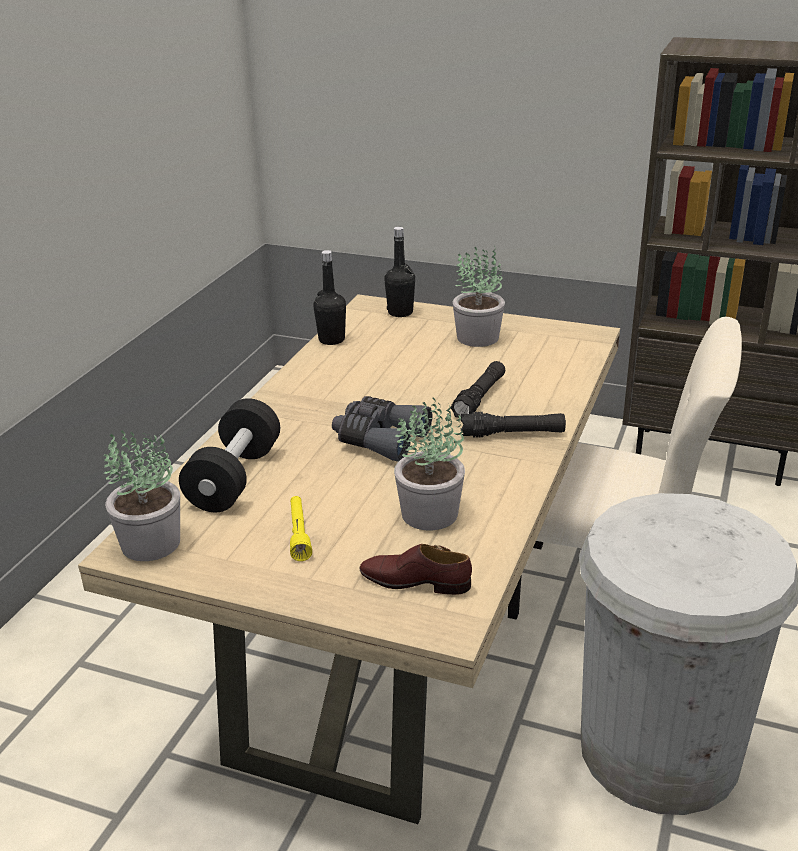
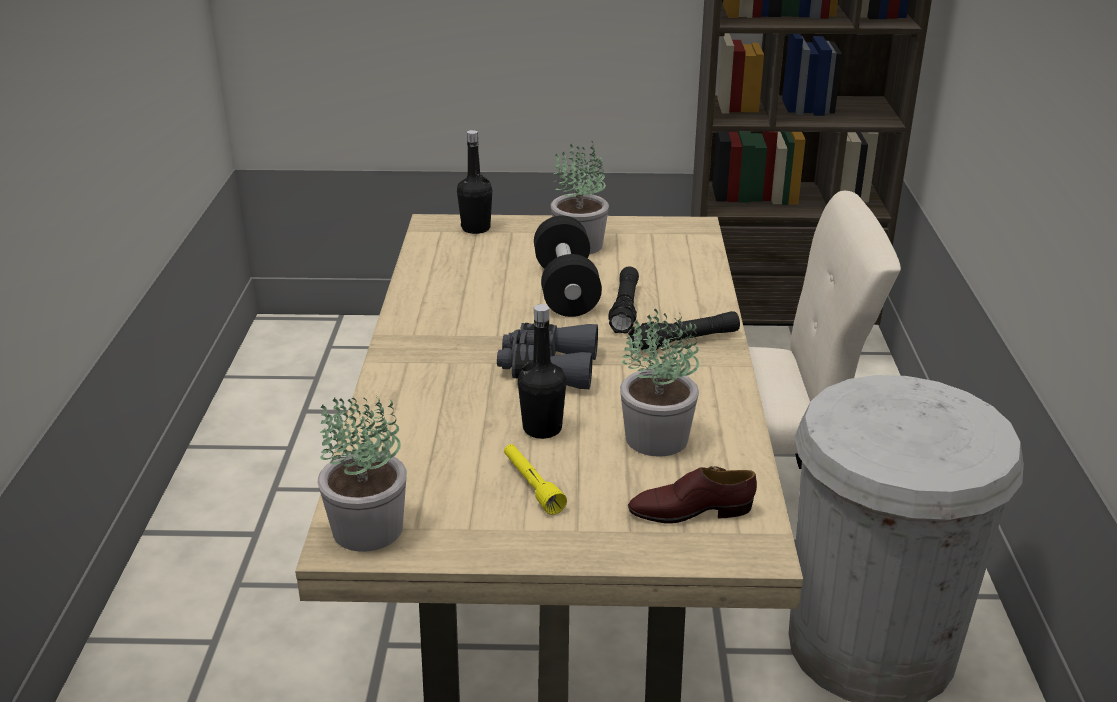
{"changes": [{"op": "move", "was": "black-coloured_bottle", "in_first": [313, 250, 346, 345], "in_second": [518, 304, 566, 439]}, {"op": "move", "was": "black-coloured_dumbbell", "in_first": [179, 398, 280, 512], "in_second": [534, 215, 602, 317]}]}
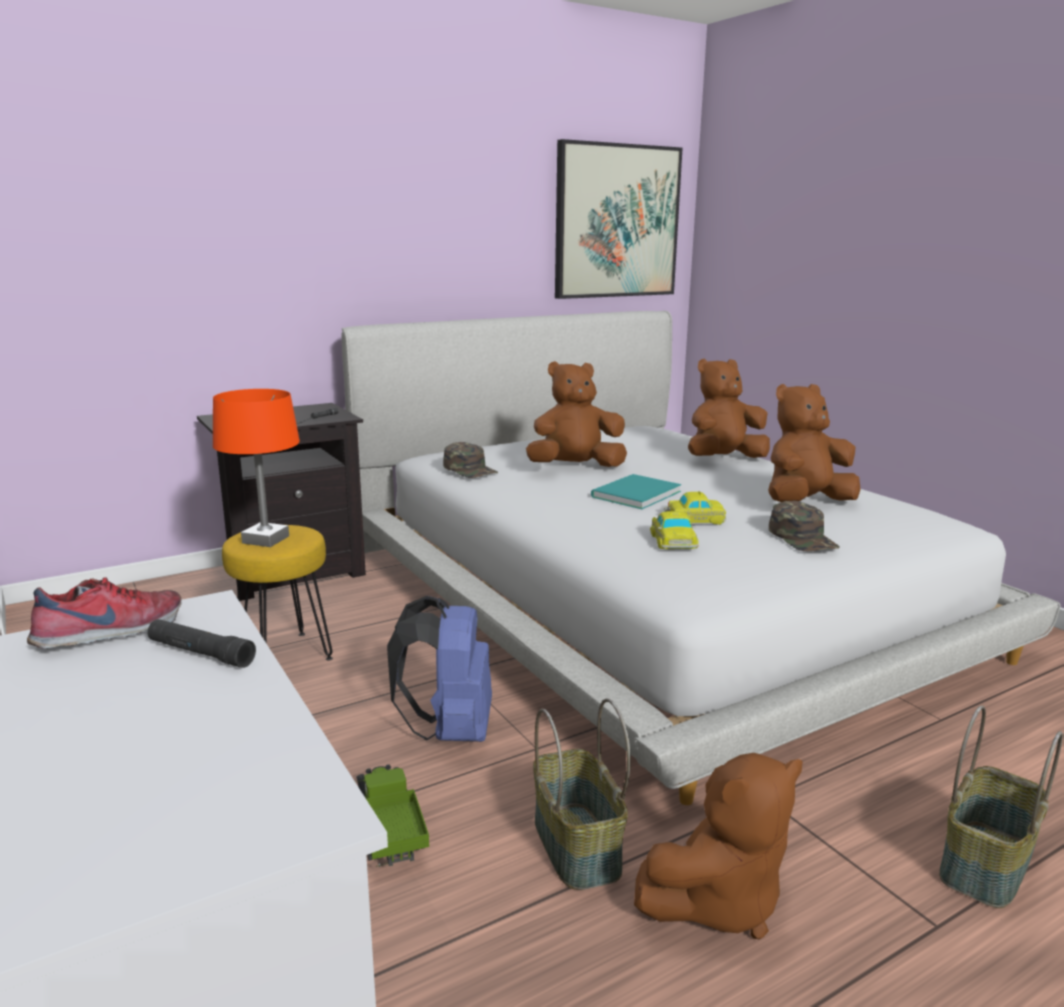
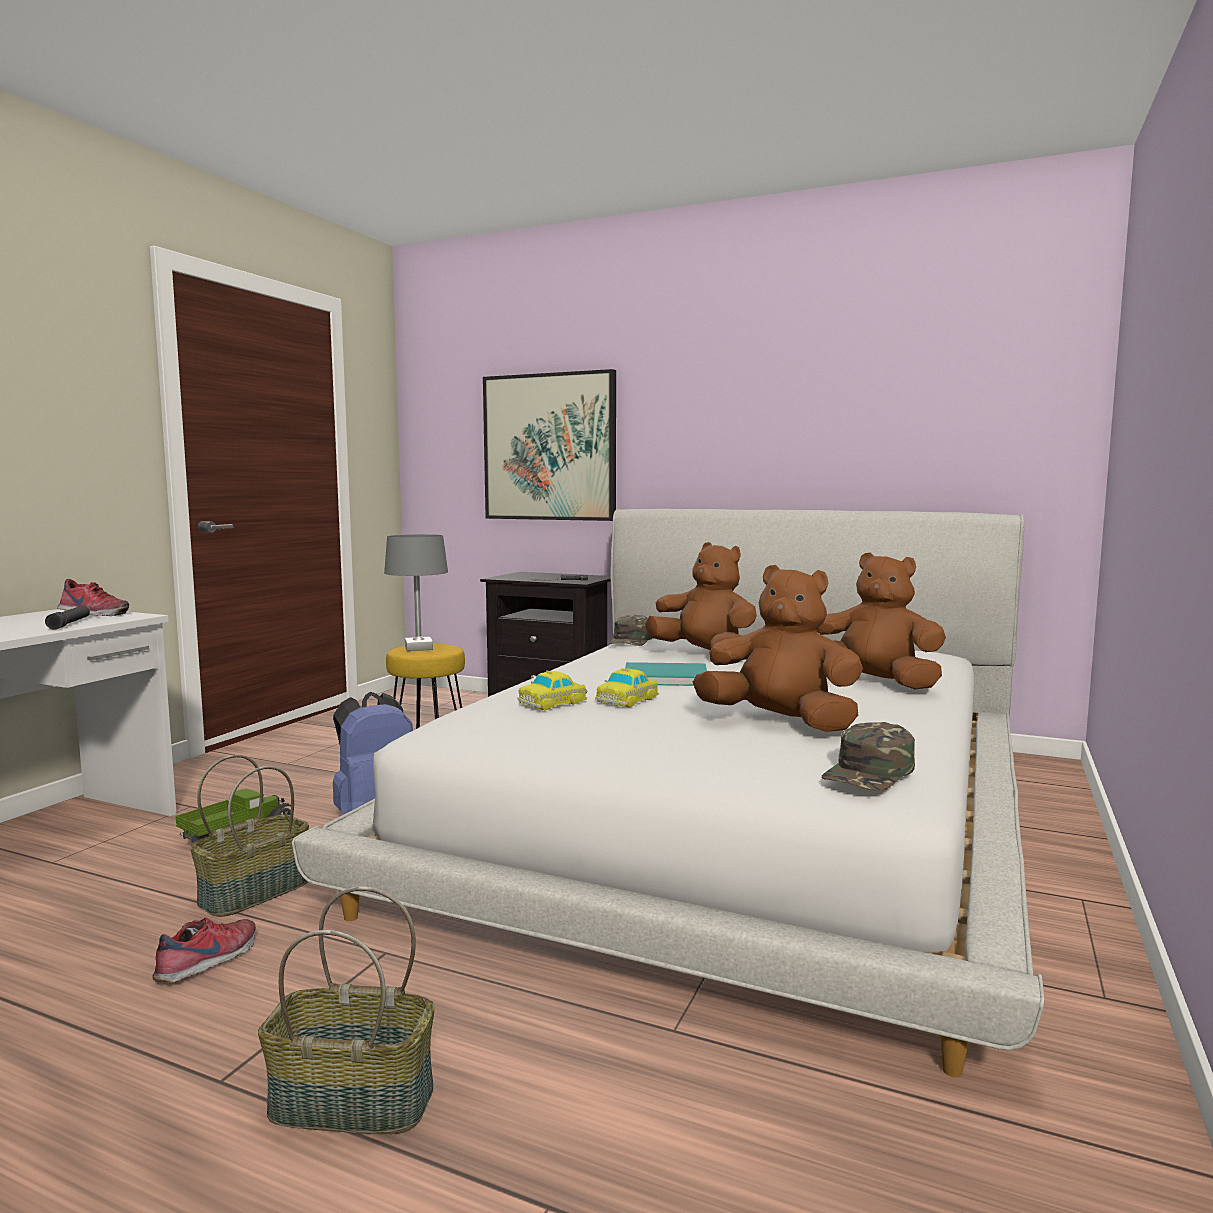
{"changes": [{"op": "move", "was": "picture", "in_first": [555, 139, 683, 299], "in_second": [483, 369, 616, 521]}, {"op": "recolor", "was": "orangey_lamp_for_a_table", "now": "gray_lamp_for_a_table", "in_first": [213, 389, 300, 547], "in_second": [384, 534, 448, 651]}, {"op": "rotate", "was": "miniature_car", "in_first": [664, 491, 726, 525], "in_second": [595, 668, 659, 707], "clockwise": 75}, {"op": "move", "was": "green-coloured_peaked_cap", "in_first": [769, 500, 840, 552], "in_second": [822, 722, 915, 791]}, {"op": "replace", "was": "brown_soft_toy", "now": "shoe", "in_first": [634, 753, 803, 940], "in_second": [152, 917, 256, 982]}]}
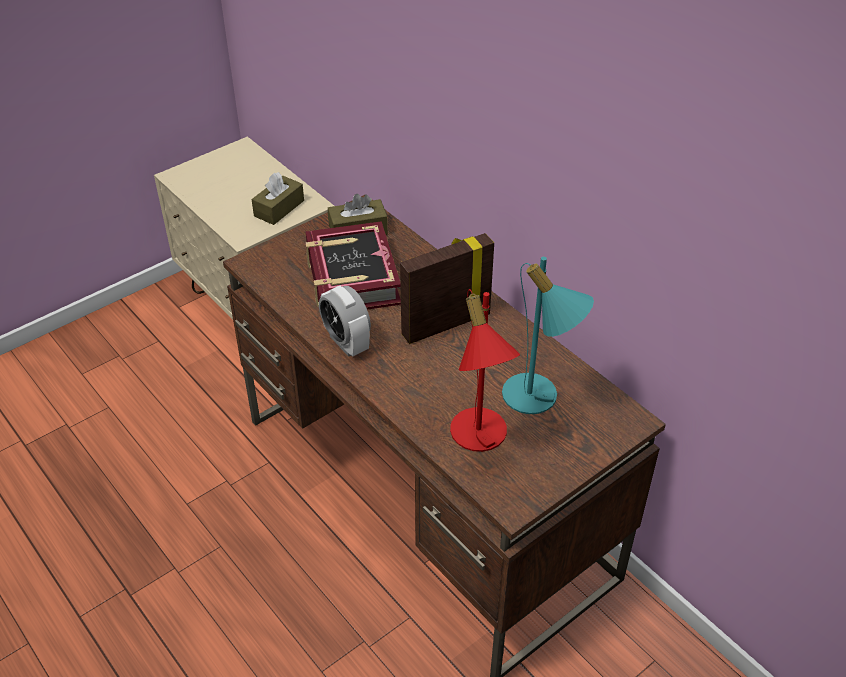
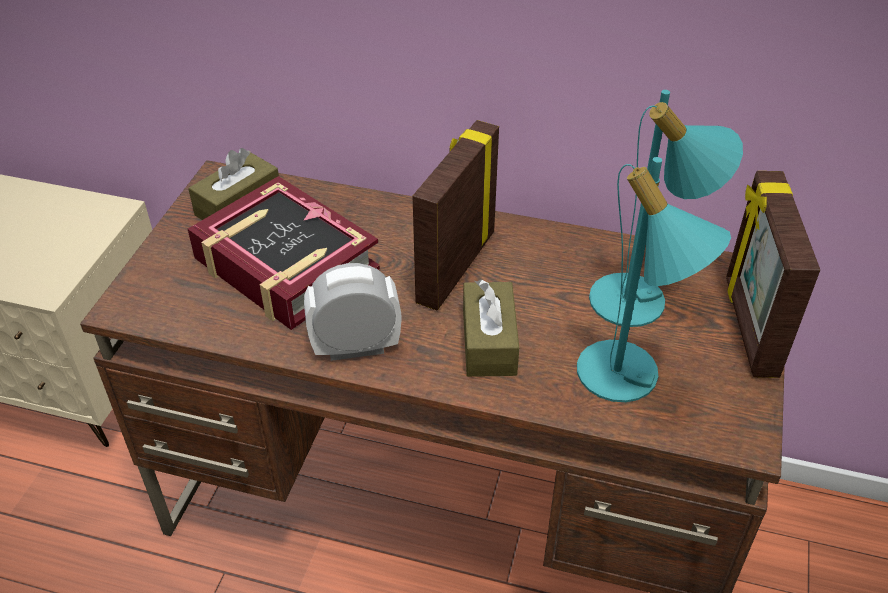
{"changes": [{"op": "move", "was": "brown_box_of_tissues", "in_first": [251, 172, 304, 225], "in_second": [463, 280, 519, 377]}, {"op": "rotate", "was": "alarm_clock", "in_first": [319, 285, 371, 357], "in_second": [304, 263, 401, 361], "clockwise": 150}, {"op": "recolor", "was": "red-coloured_lamp_for_a_table", "now": "turquoise_lamp_for_a_table", "in_first": [450, 289, 520, 452], "in_second": [577, 157, 731, 402]}, {"op": "insert", "now": "photo_frame", "in_second": [726, 171, 820, 378]}]}
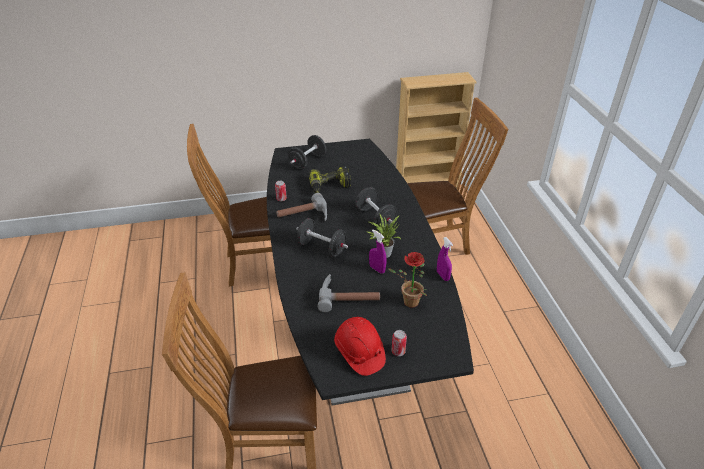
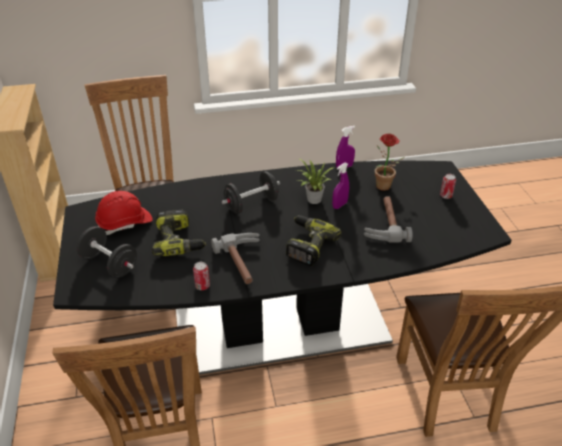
{"changes": [{"op": "replace", "was": "black-coloured_dumbbell", "now": "drill", "in_first": [296, 218, 348, 257], "in_second": [286, 215, 341, 266]}, {"op": "move", "was": "red-coloured_hard_hat", "in_first": [334, 317, 386, 376], "in_second": [95, 191, 153, 235]}]}
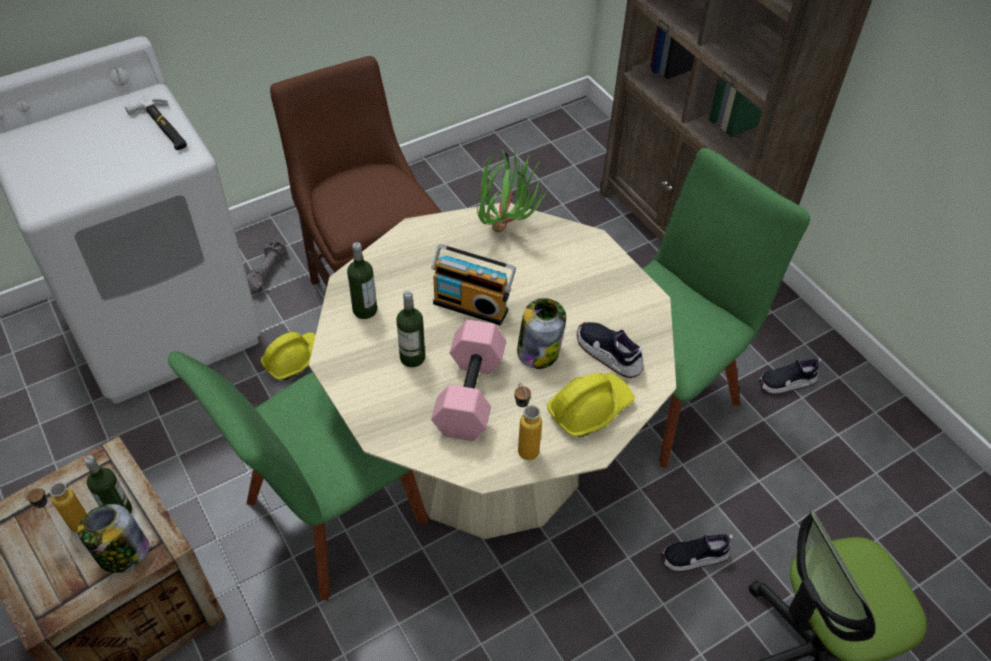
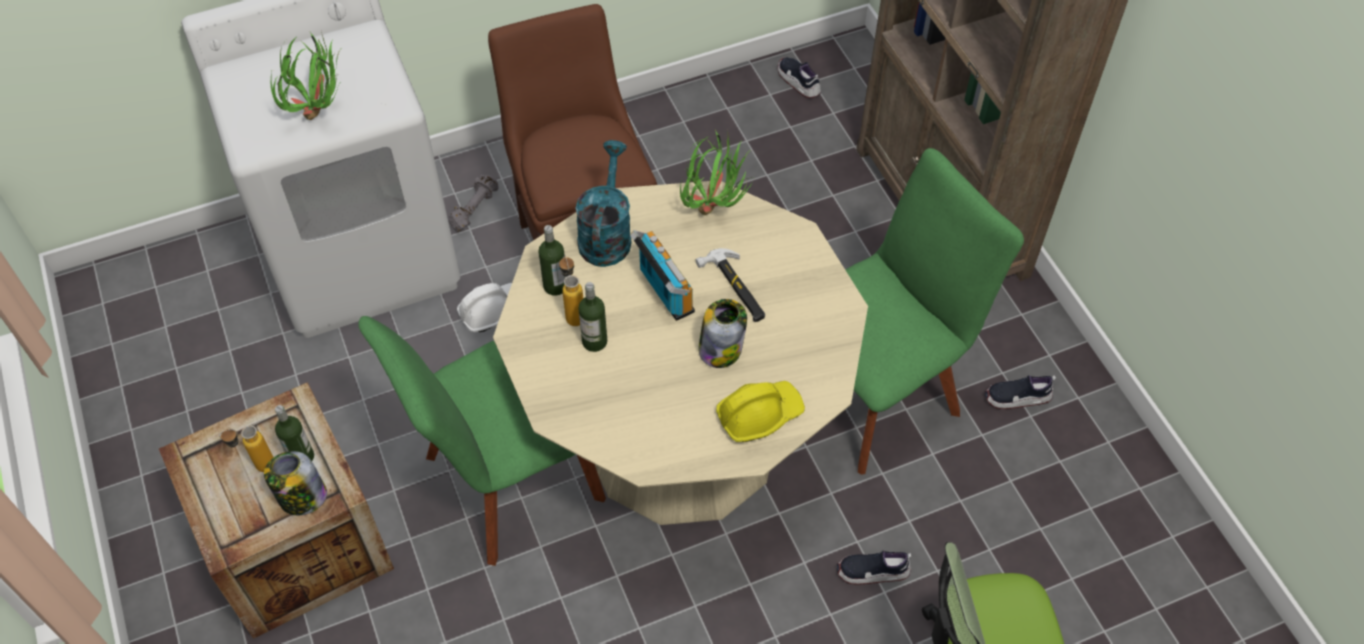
{"changes": [{"op": "move", "was": "tool_hammer", "in_first": [125, 97, 187, 150], "in_second": [695, 248, 765, 322]}, {"op": "rotate", "was": "radio_set", "in_first": [431, 244, 516, 325], "in_second": [630, 230, 695, 321], "clockwise": -150}, {"op": "delete", "was": "pink_dumbbell", "in_first": [431, 320, 506, 441]}, {"op": "move", "was": "shoe", "in_first": [577, 322, 644, 378], "in_second": [778, 57, 821, 98]}, {"op": "recolor", "was": "yellow_hard_hat", "now": "white_hard_hat", "in_first": [261, 332, 316, 380], "in_second": [457, 283, 512, 332]}, {"op": "move", "was": "bottle", "in_first": [515, 383, 542, 460], "in_second": [559, 254, 583, 326]}, {"op": "insert", "now": "houseplant", "in_second": [271, 32, 342, 120]}, {"op": "insert", "now": "turquoise_watering_pot", "in_second": [575, 140, 632, 267]}]}
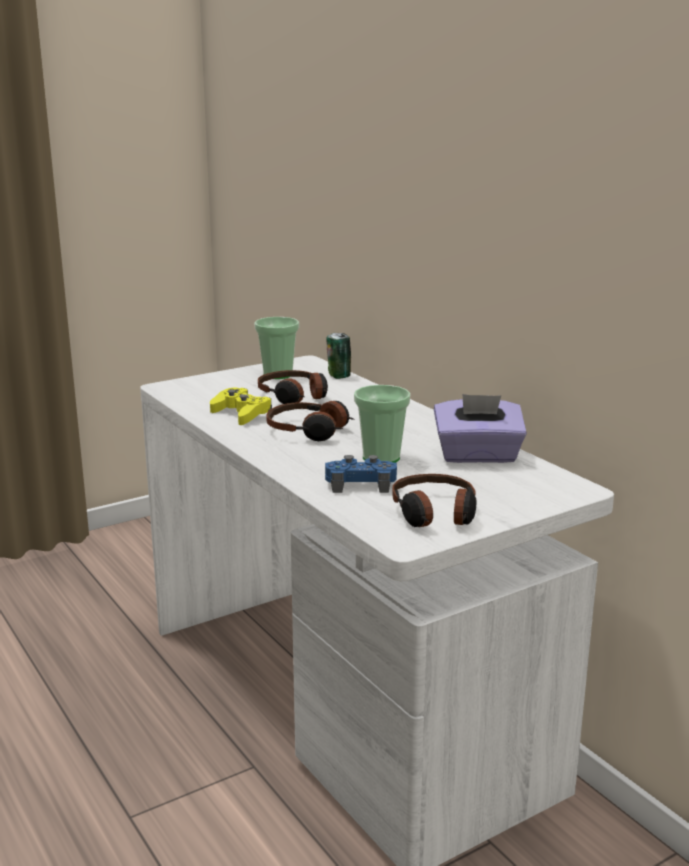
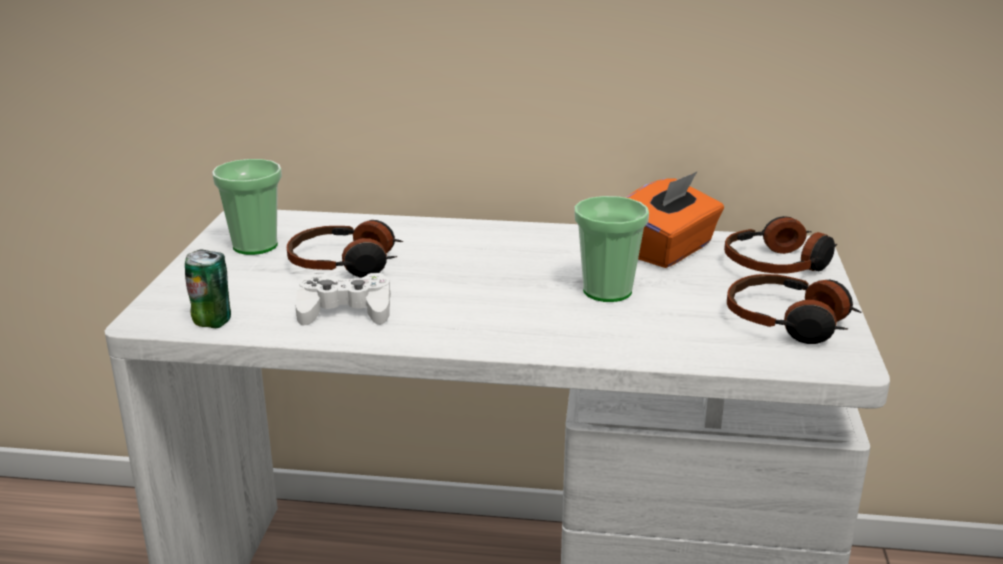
{"changes": [{"op": "move", "was": "can", "in_first": [326, 333, 351, 379], "in_second": [185, 250, 231, 328]}, {"op": "recolor", "was": "yellow_joypad", "now": "white_joypad", "in_first": [210, 388, 272, 425], "in_second": [295, 273, 391, 325]}, {"op": "recolor", "was": "purple_box_of_tissues", "now": "orangey_box_of_tissues", "in_first": [434, 394, 527, 463], "in_second": [625, 171, 724, 268]}, {"op": "move", "was": "headset", "in_first": [266, 401, 354, 441], "in_second": [724, 216, 837, 274]}, {"op": "delete", "was": "blue-coloured_joypad", "in_first": [325, 455, 397, 493]}]}
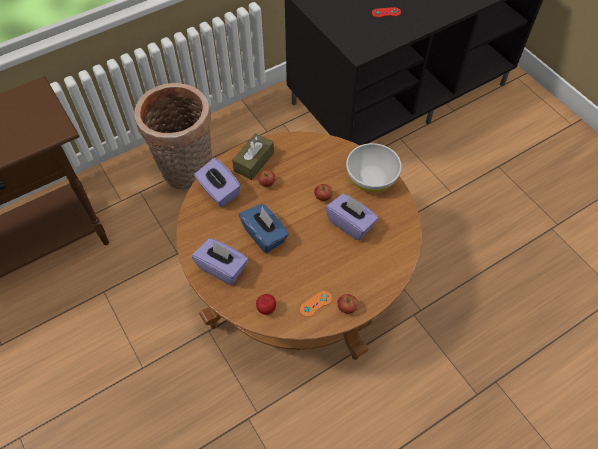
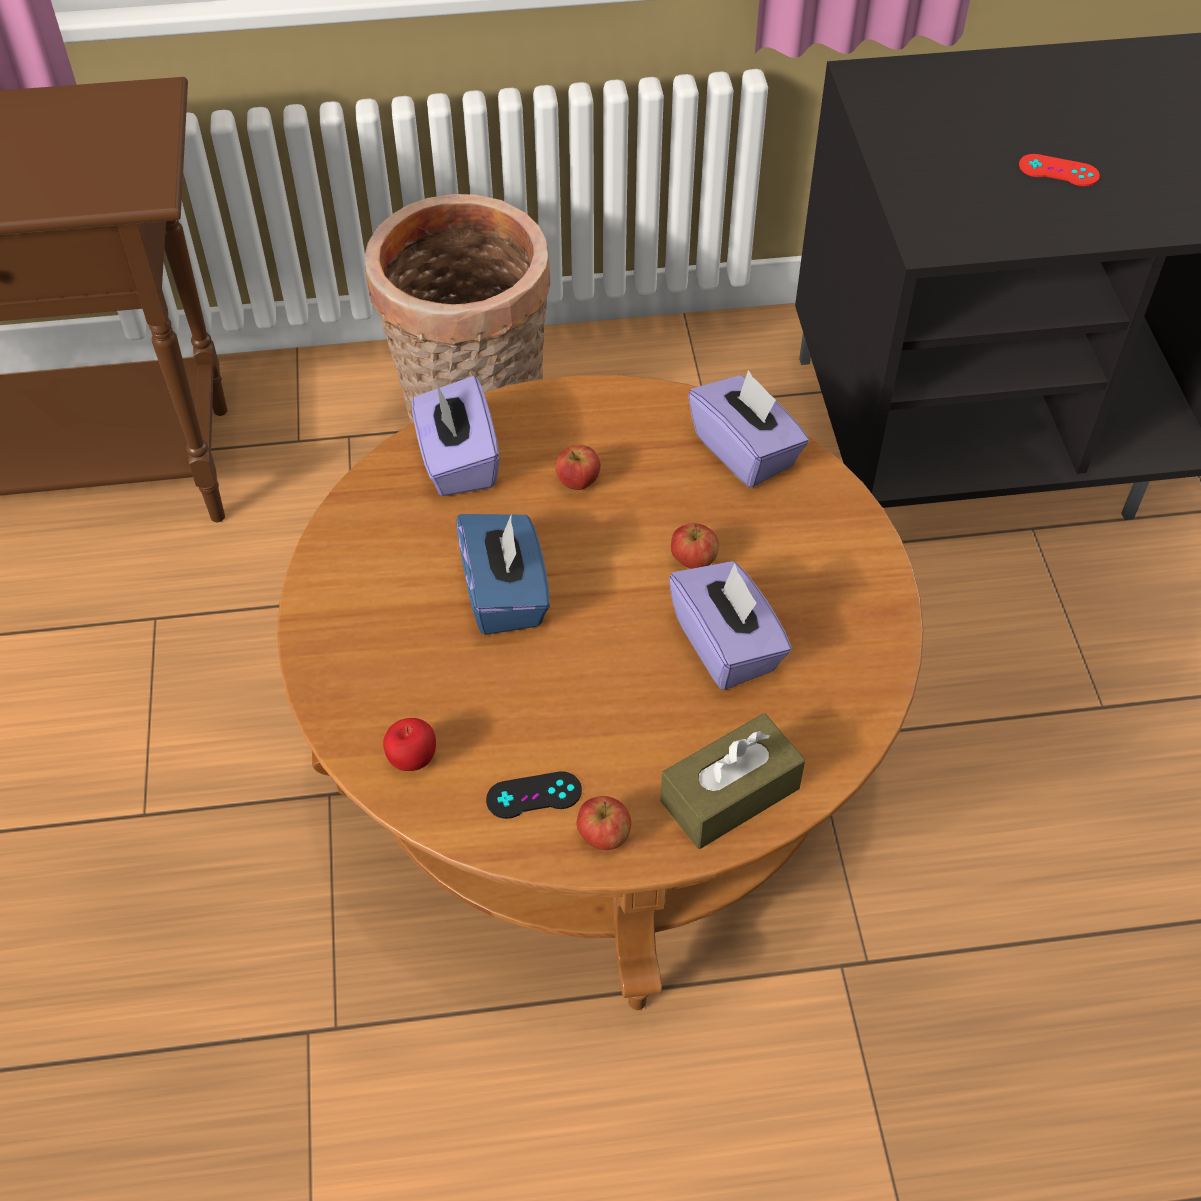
{"changes": [{"op": "move", "was": "brown_box_of_tissues", "in_first": [232, 133, 274, 180], "in_second": [660, 713, 805, 849]}, {"op": "delete", "was": "white_deep_dish", "in_first": [346, 143, 402, 192]}, {"op": "move", "was": "purple_box_of_tissues", "in_first": [192, 238, 248, 285], "in_second": [688, 370, 809, 488]}, {"op": "recolor", "was": "orangey_joypad", "now": "black-coloured_joypad", "in_first": [300, 291, 332, 317], "in_second": [486, 771, 582, 819]}]}
